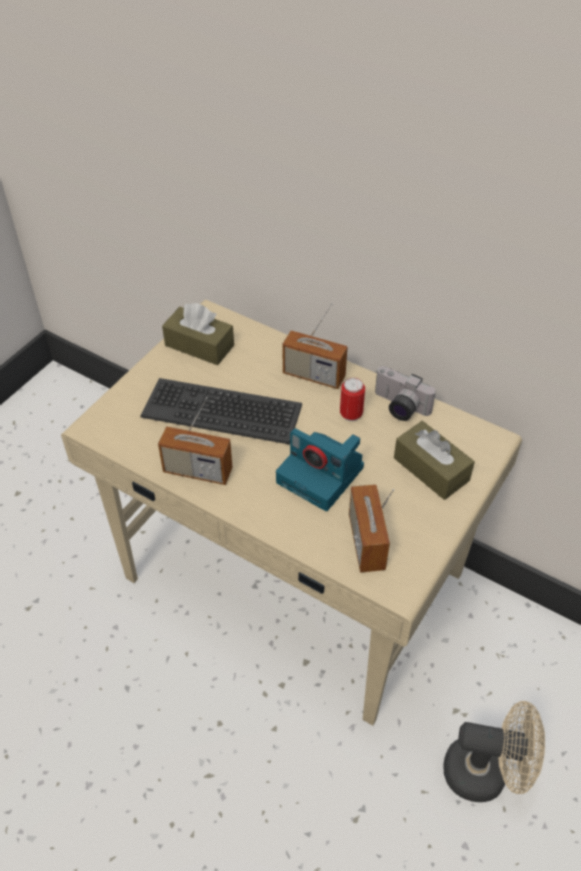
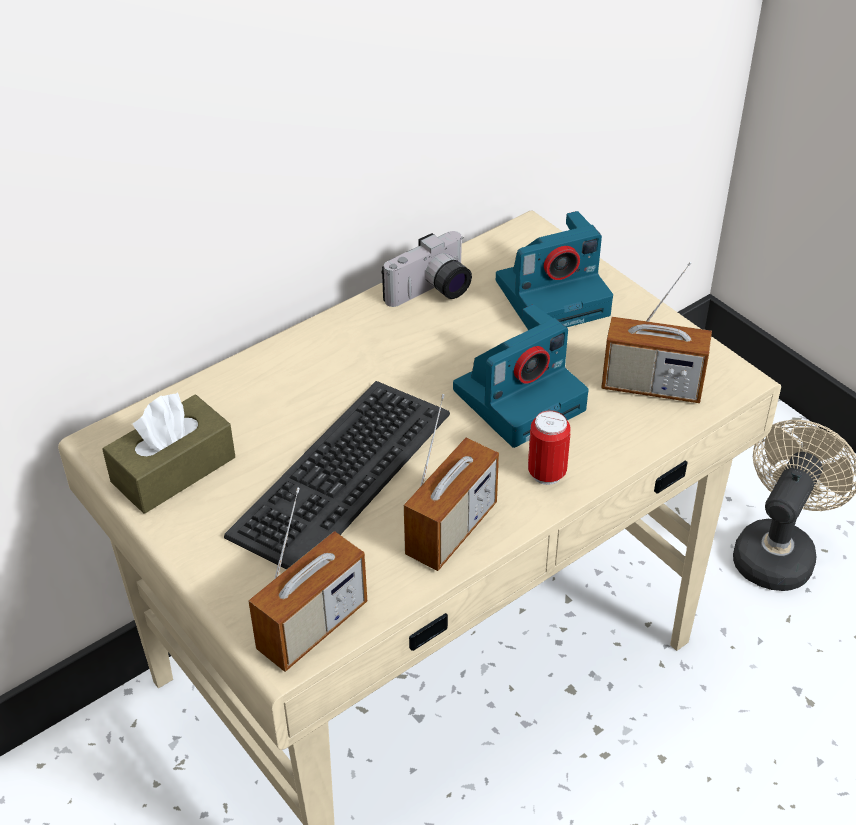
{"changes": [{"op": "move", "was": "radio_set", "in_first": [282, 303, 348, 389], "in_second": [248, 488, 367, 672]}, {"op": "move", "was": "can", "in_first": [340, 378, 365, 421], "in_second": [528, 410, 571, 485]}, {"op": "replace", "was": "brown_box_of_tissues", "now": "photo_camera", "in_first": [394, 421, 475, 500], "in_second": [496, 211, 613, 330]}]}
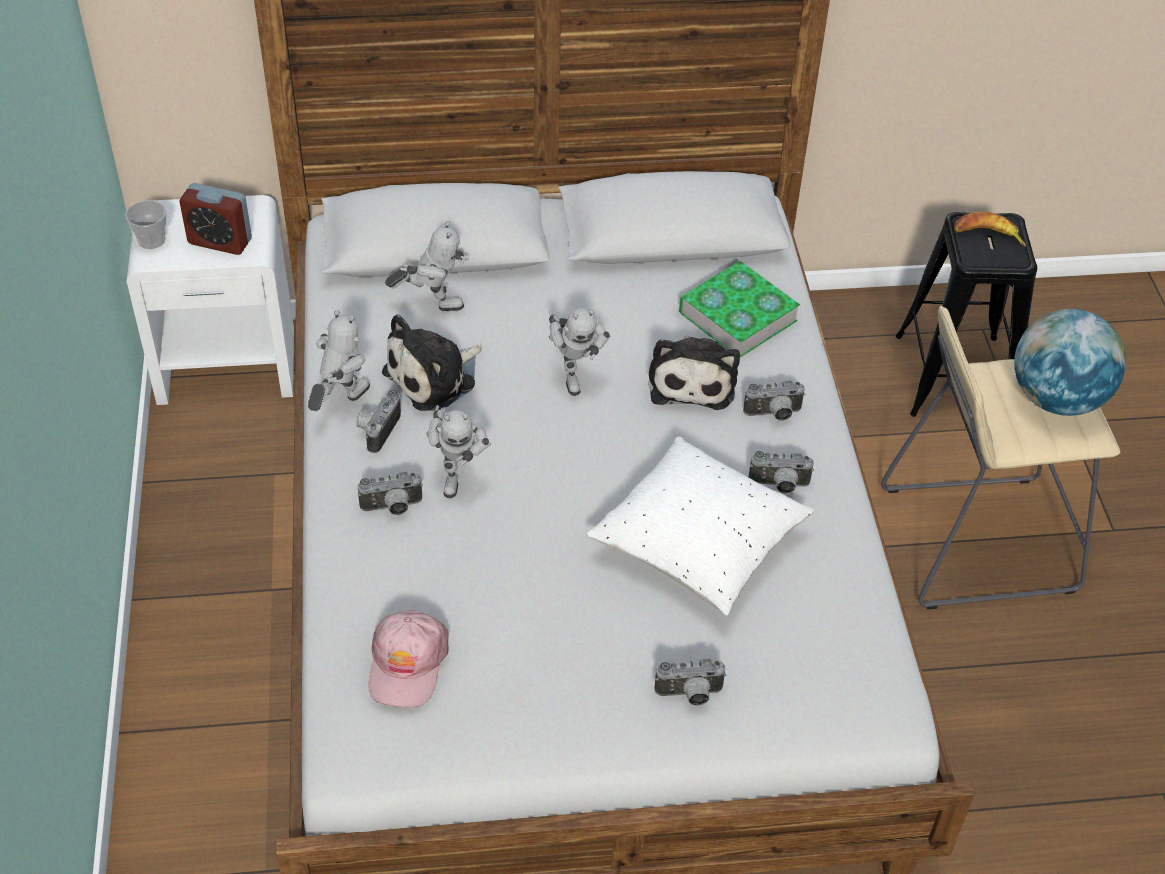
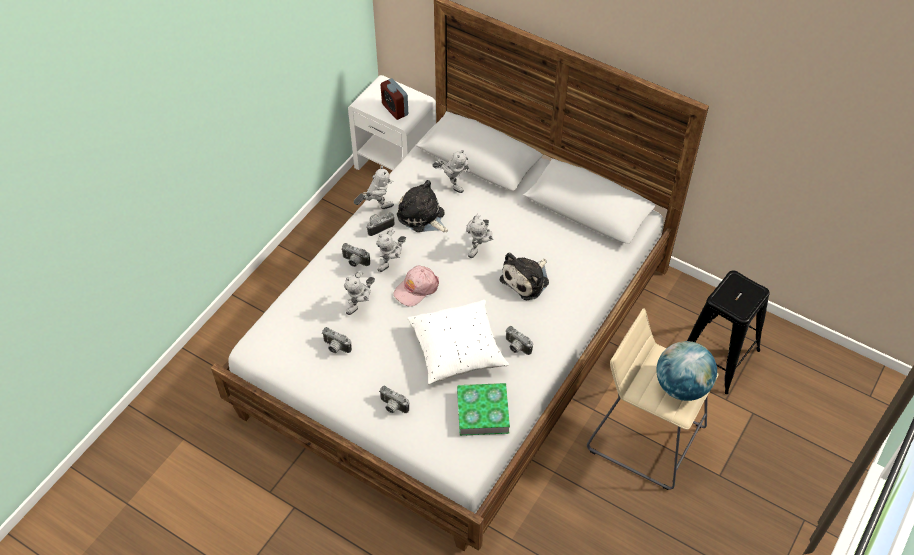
{"changes": [{"op": "delete", "was": "small_cup", "in_first": [125, 201, 167, 249]}, {"op": "delete", "was": "banana", "in_first": [954, 212, 1026, 246]}, {"op": "move", "was": "volume", "in_first": [679, 261, 800, 357], "in_second": [457, 383, 510, 436]}, {"op": "rotate", "was": "soft_toy", "in_first": [382, 315, 482, 411], "in_second": [397, 180, 448, 232], "clockwise": 45}, {"op": "move", "was": "photo_camera", "in_first": [743, 381, 806, 421], "in_second": [322, 327, 352, 353]}, {"op": "move", "was": "pink_peaked_cap", "in_first": [368, 610, 449, 708], "in_second": [393, 265, 439, 307]}, {"op": "insert", "now": "robot_figure", "in_second": [344, 270, 375, 315]}]}
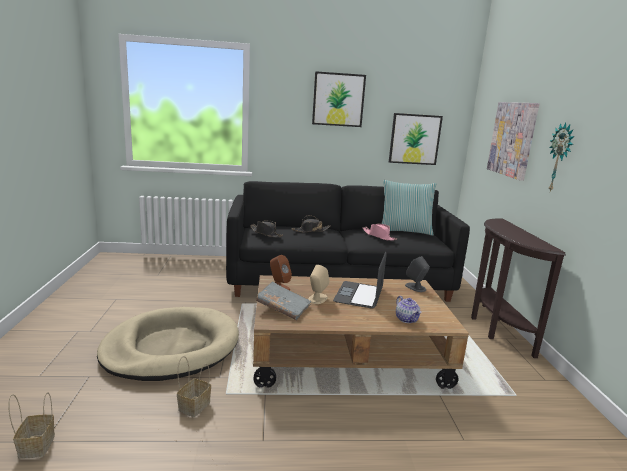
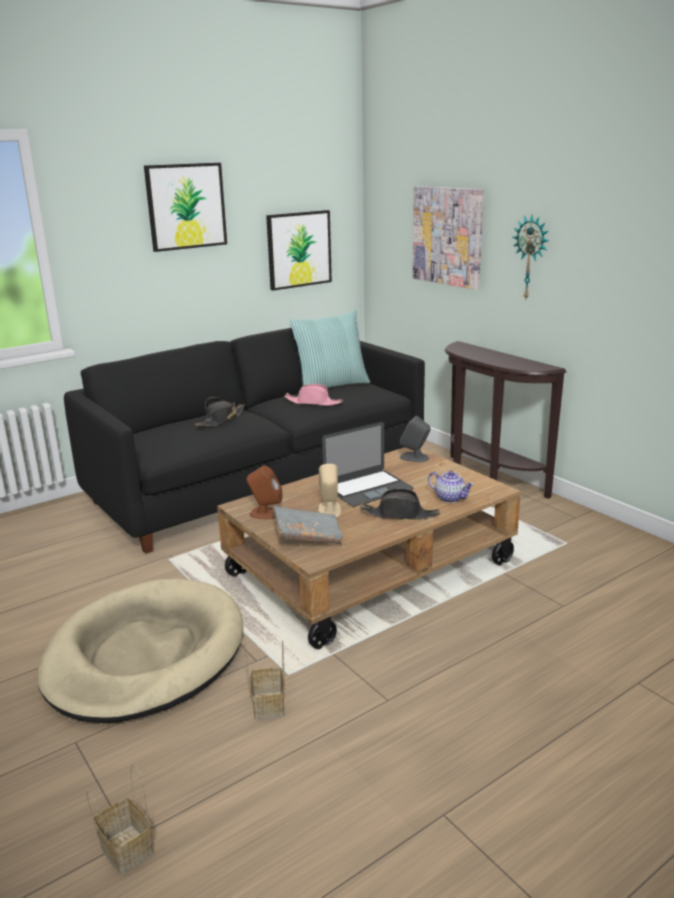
{"changes": [{"op": "move", "was": "black-coloured_wearable_hat", "in_first": [250, 220, 283, 237], "in_second": [360, 488, 440, 520]}, {"op": "rotate", "was": "notebook_computer", "in_first": [333, 252, 387, 309], "in_second": [322, 422, 414, 507], "clockwise": -105}]}
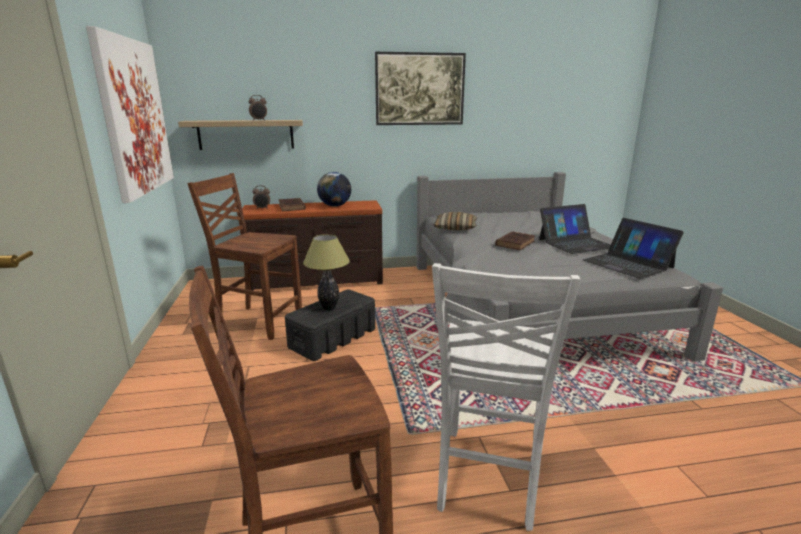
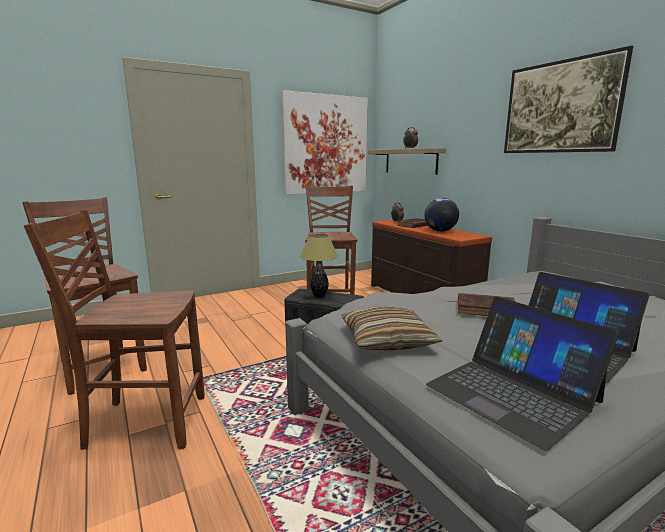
{"changes": [{"op": "move", "was": "throw_pillow", "in_first": [433, 212, 477, 230], "in_second": [341, 306, 442, 351]}, {"op": "rotate", "was": "notebook_computer", "in_first": [583, 218, 684, 279], "in_second": [426, 296, 619, 451], "clockwise": -75}, {"op": "recolor", "was": "white_plain_chair", "now": "brown_plain_chair", "in_first": [432, 263, 580, 531], "in_second": [24, 210, 205, 450]}]}
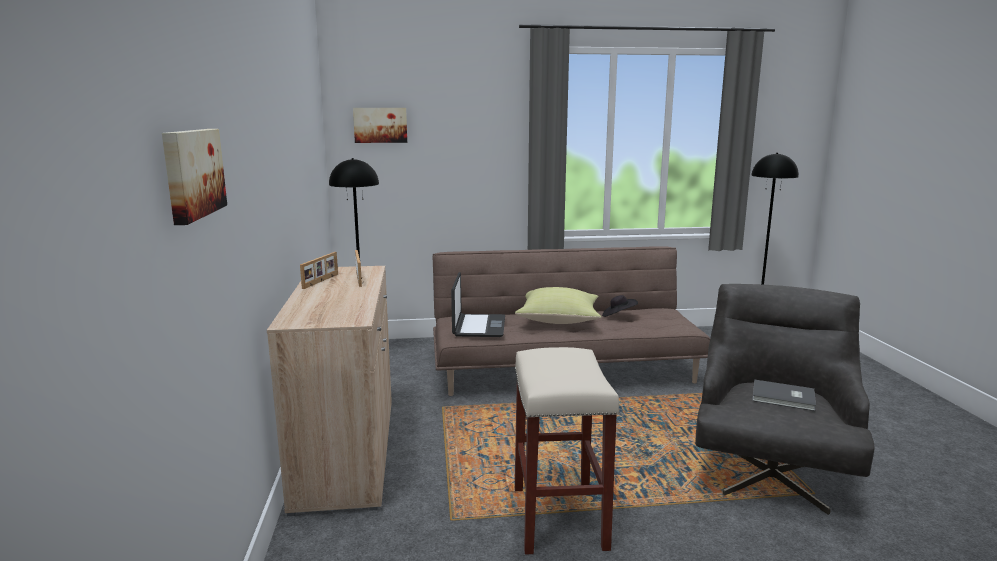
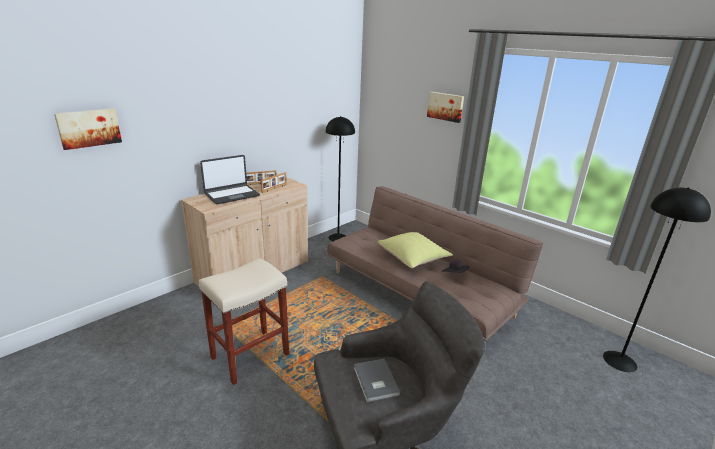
{"changes": [{"op": "move", "was": "picture", "in_first": [353, 108, 407, 143], "in_second": [427, 92, 464, 123]}, {"op": "move", "was": "notebook_computer", "in_first": [451, 272, 505, 337], "in_second": [200, 155, 260, 204]}]}
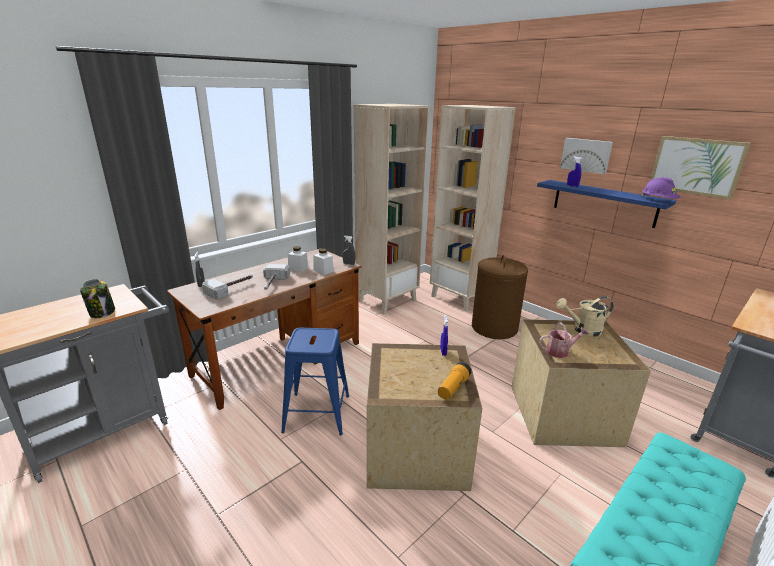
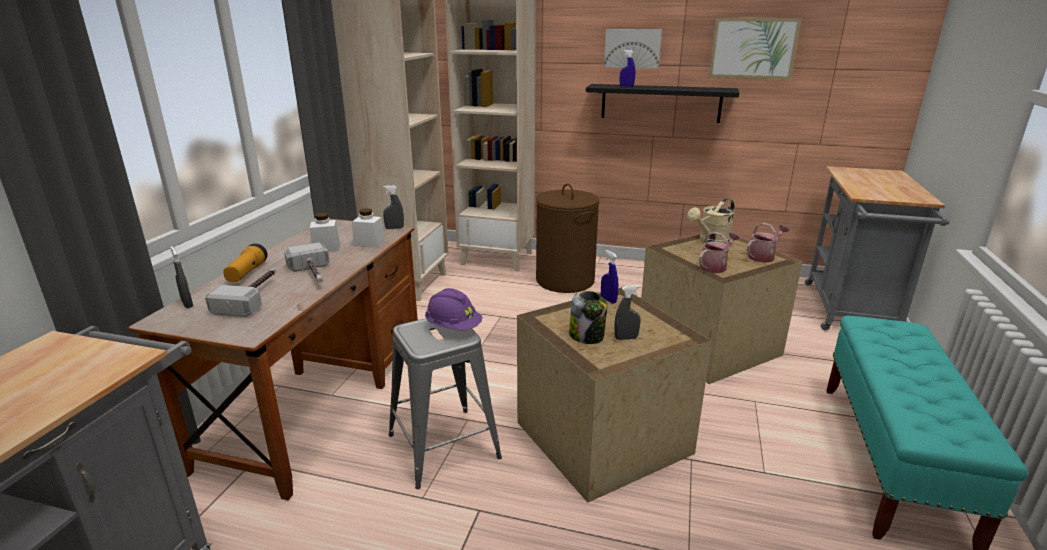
{"changes": [{"op": "move", "was": "purple_hard_hat", "in_first": [642, 177, 680, 199], "in_second": [425, 288, 482, 330]}, {"op": "recolor", "was": "blue-coloured_bracket_shelf", "now": "black-coloured_bracket_shelf", "in_first": [537, 180, 676, 228], "in_second": [586, 84, 739, 123]}, {"op": "move", "was": "storage_jar", "in_first": [80, 279, 115, 318], "in_second": [569, 291, 607, 344]}, {"op": "recolor", "was": "blue-coloured_stool", "now": "gray_stool", "in_first": [281, 328, 349, 436], "in_second": [389, 318, 502, 489]}, {"op": "move", "was": "hand_torch", "in_first": [438, 362, 471, 400], "in_second": [223, 243, 268, 282]}, {"op": "insert", "now": "watering_pot", "in_second": [747, 223, 789, 263]}, {"op": "insert", "now": "gray_spray_bottle", "in_second": [614, 285, 640, 340]}]}
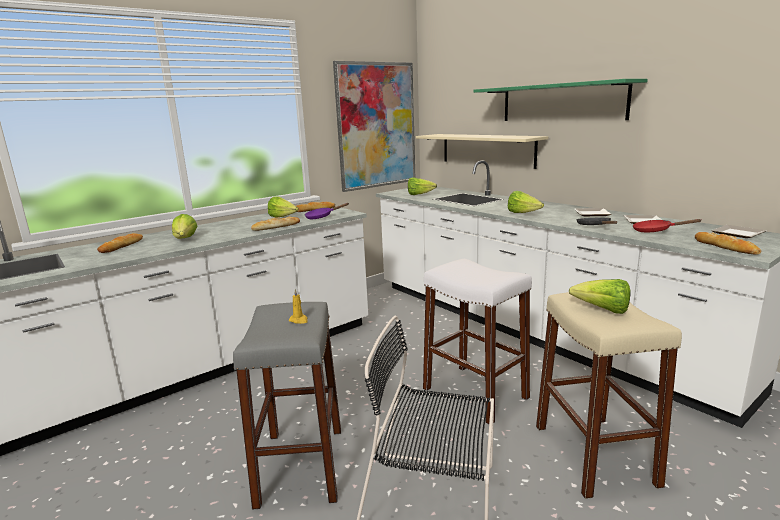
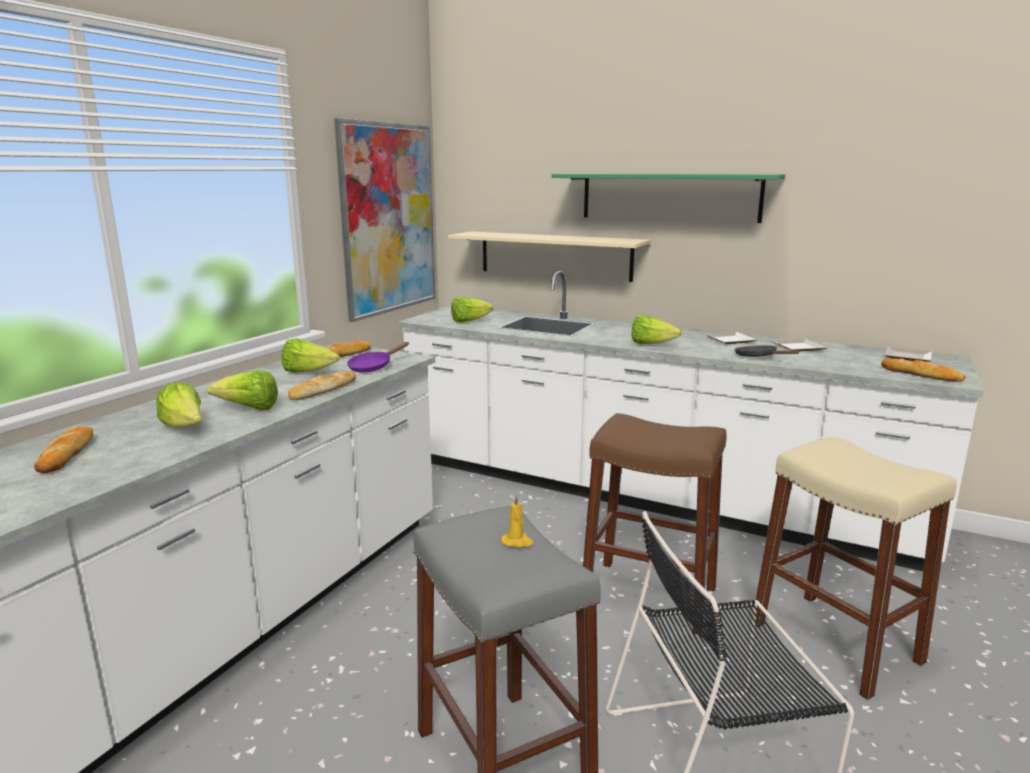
{"changes": [{"op": "delete", "was": "red-coloured_frying_pan", "in_first": [633, 219, 702, 232]}, {"op": "recolor", "was": "white_stool", "now": "brown_stool", "in_first": [423, 259, 532, 424], "in_second": [583, 413, 727, 635]}, {"op": "move", "was": "lettuce", "in_first": [569, 279, 631, 314], "in_second": [207, 370, 278, 411]}]}
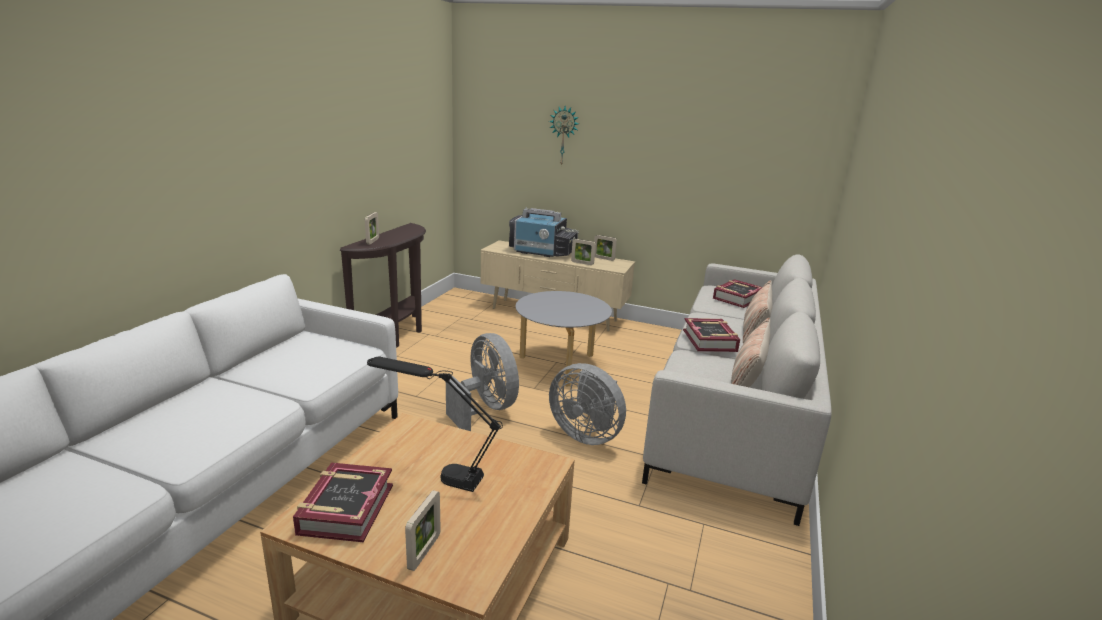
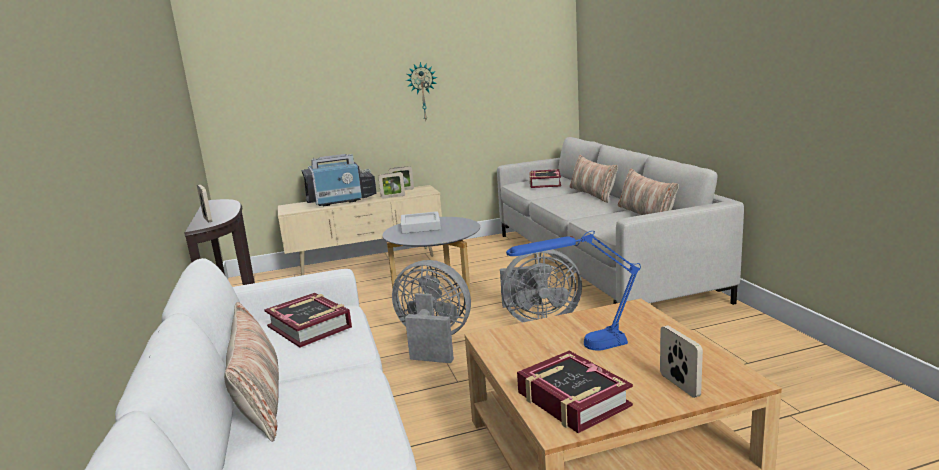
{"changes": [{"op": "move", "was": "clock_on_the_wall", "in_first": [549, 106, 579, 166], "in_second": [406, 62, 437, 120]}, {"op": "move", "was": "volume", "in_first": [683, 318, 740, 352], "in_second": [264, 293, 352, 348]}, {"op": "recolor", "was": "black-coloured_lamp_for_a_table", "now": "blue-coloured_lamp_for_a_table", "in_first": [367, 357, 503, 492], "in_second": [506, 231, 641, 351]}, {"op": "insert", "now": "gray_carrying_tray", "in_second": [401, 211, 441, 234]}, {"op": "insert", "now": "throw_pillow", "in_second": [224, 302, 279, 442]}]}
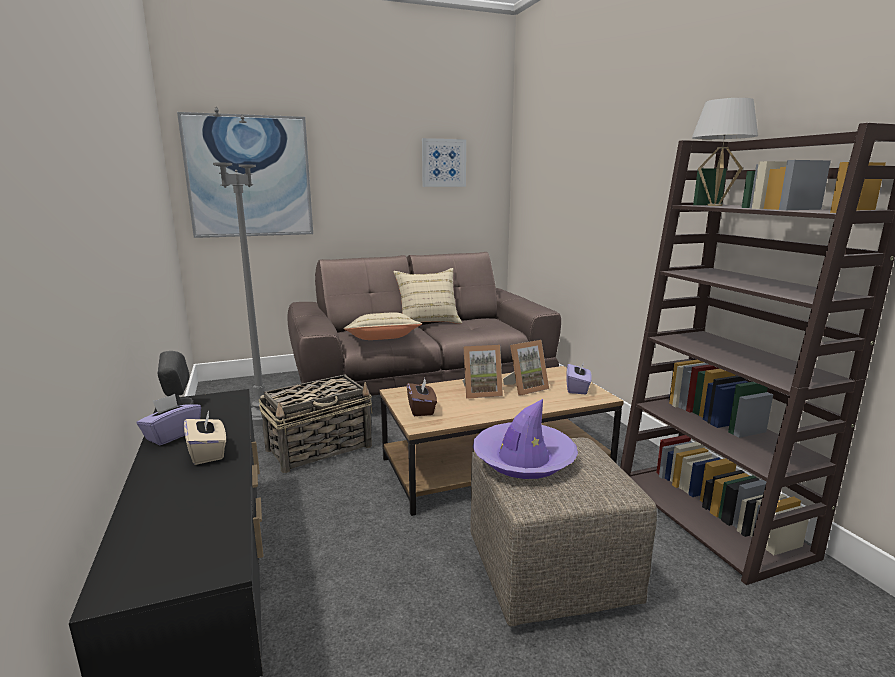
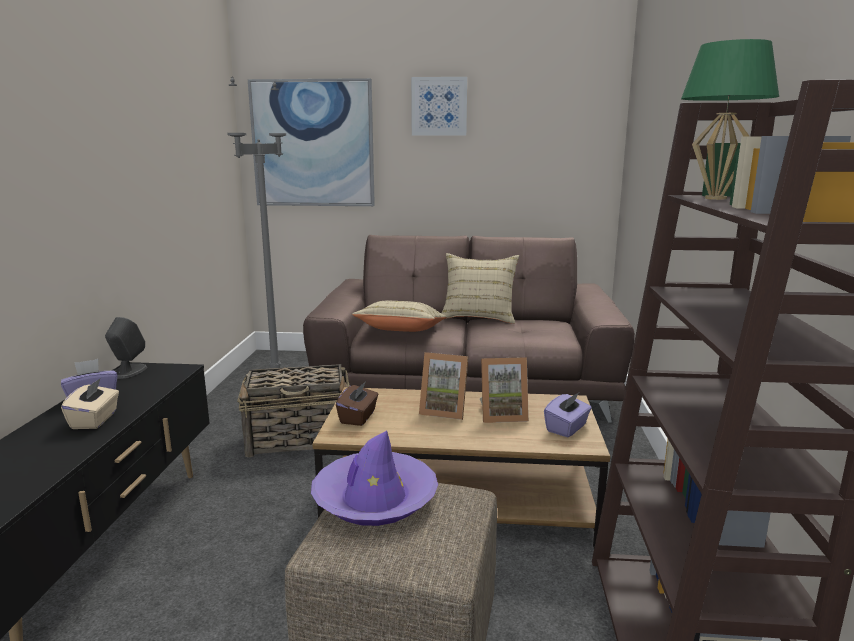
{"changes": [{"op": "recolor", "was": "white_lamp_for_a_table", "now": "green-coloured_lamp_for_a_table", "in_first": [692, 98, 758, 206], "in_second": [681, 39, 779, 200]}, {"op": "move", "was": "picture", "in_first": [422, 138, 466, 187], "in_second": [411, 77, 467, 135]}]}
